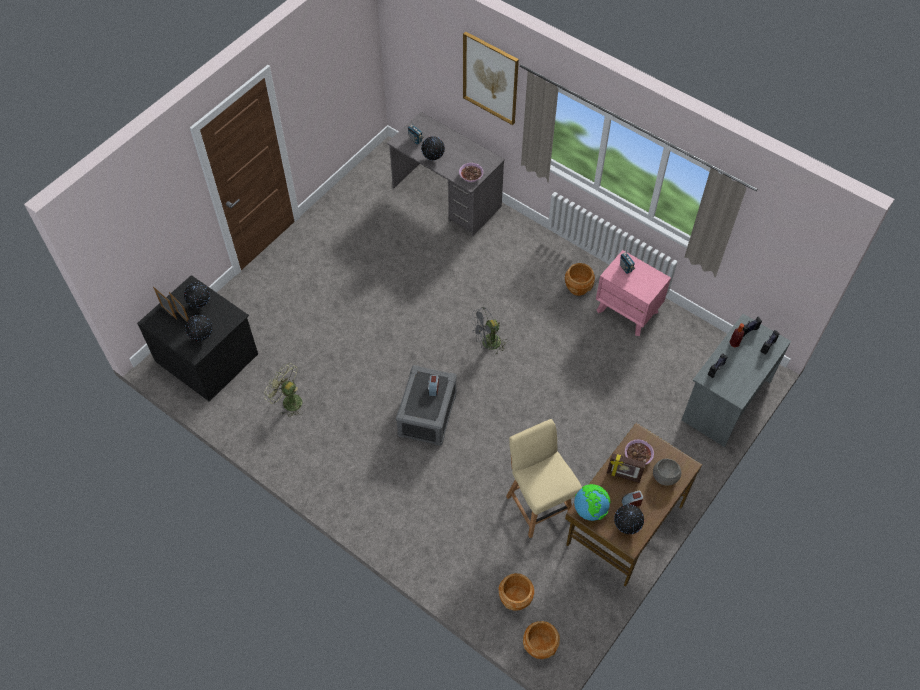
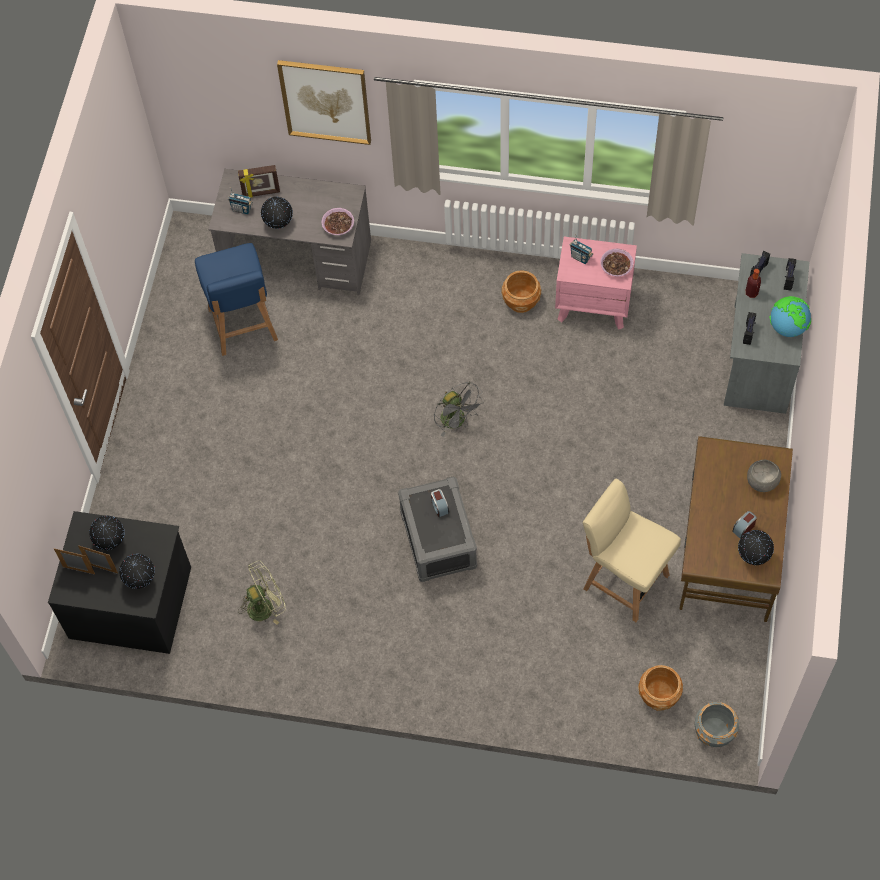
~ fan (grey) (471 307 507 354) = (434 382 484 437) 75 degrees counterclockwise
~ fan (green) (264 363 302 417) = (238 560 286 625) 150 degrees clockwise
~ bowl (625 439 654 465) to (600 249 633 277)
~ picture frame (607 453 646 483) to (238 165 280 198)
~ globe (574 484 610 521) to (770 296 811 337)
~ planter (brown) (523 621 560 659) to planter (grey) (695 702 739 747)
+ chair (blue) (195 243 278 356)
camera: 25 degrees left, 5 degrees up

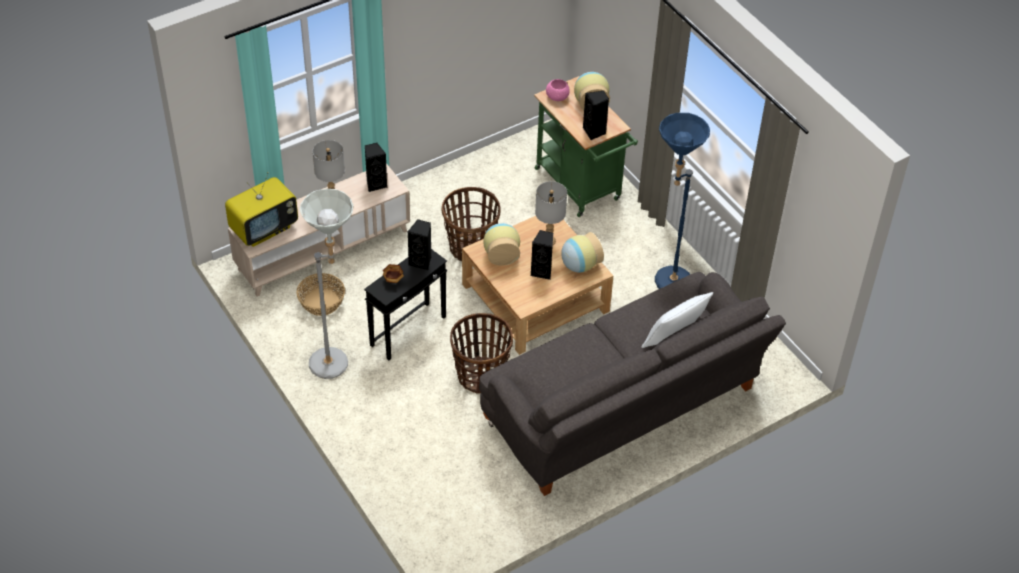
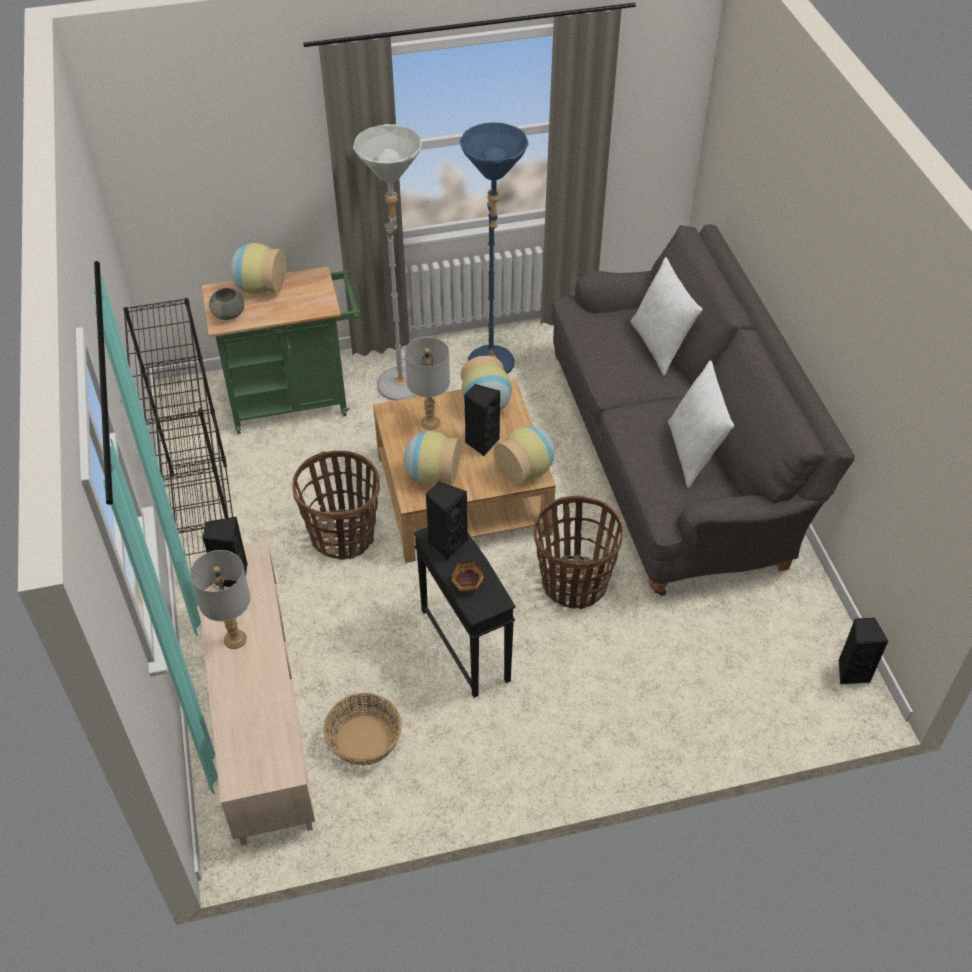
~ bowl (pink) (546 79 570 101) to bowl (grey) (209 288 244 320)
~ speaker (black) (583 91 609 140) to (839 618 889 684)
- television (225 172 298 247)
~ floor lamp (grey) (300 189 354 379) to (353 124 422 401)
+ bookcase (black) (123 298 233 570)
+ pillow (white) (668 360 734 488)
+ vase (494 426 555 485)
camera: 70 degrees left, 0 degrees up

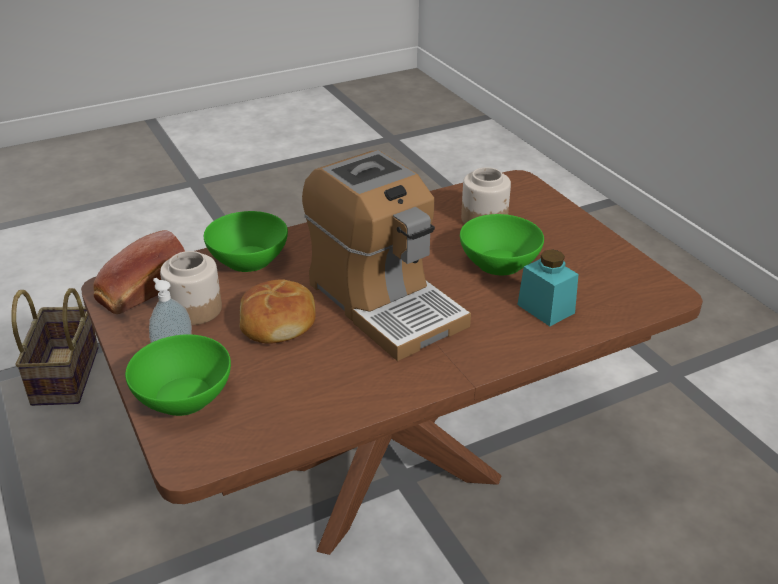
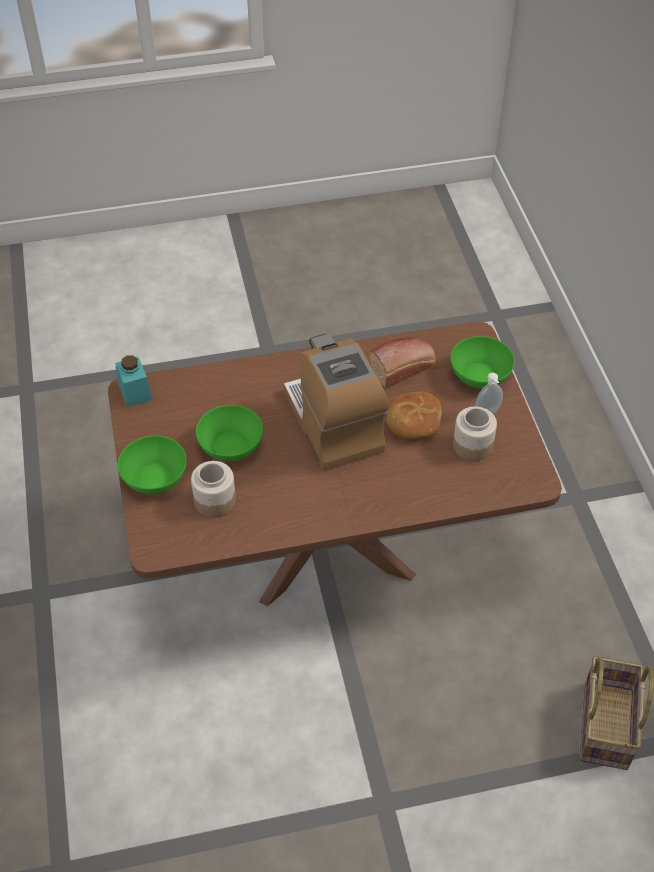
~ bowl (green) (204 211 288 272) to (118 435 187 494)
~ bread (93 230 185 314) to (369 337 436 388)
~ jar (turquoise) (517 249 579 326) to (115 356 152 408)
camera: 165 degrees left, 15 degrees up

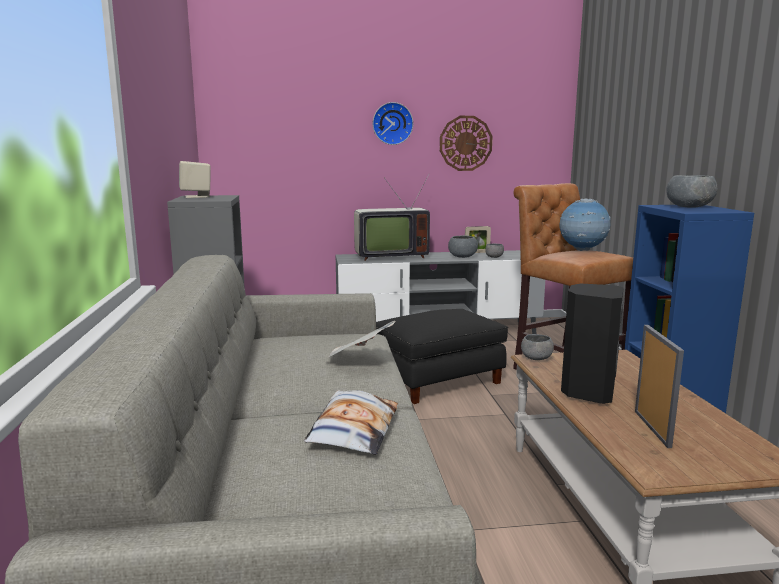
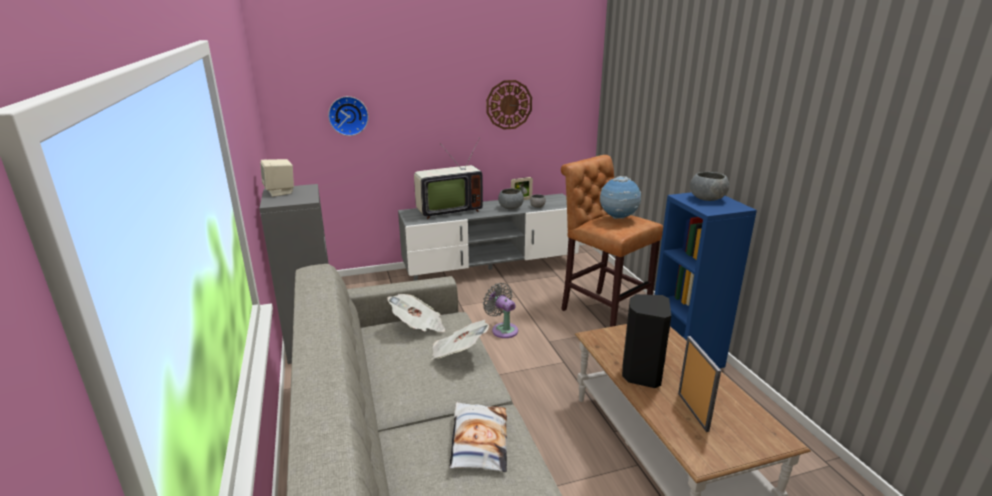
~ wall clock (373 102 413 145) to (328 96 369 136)
~ ottoman (black) (376 309 508 404) to fan (grey) (483 283 518 338)
- bowl (grey) (521 334 554 360)
+ newspaper (387 294 445 332)
camera: 10 degrees left, 10 degrees up

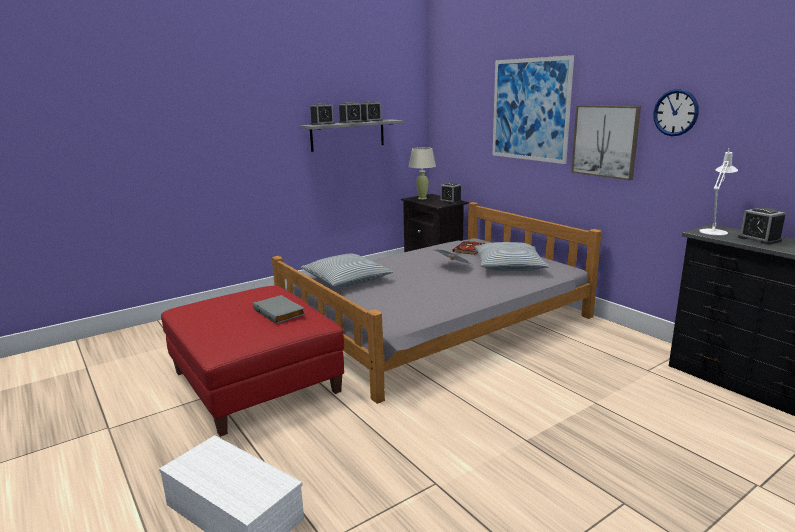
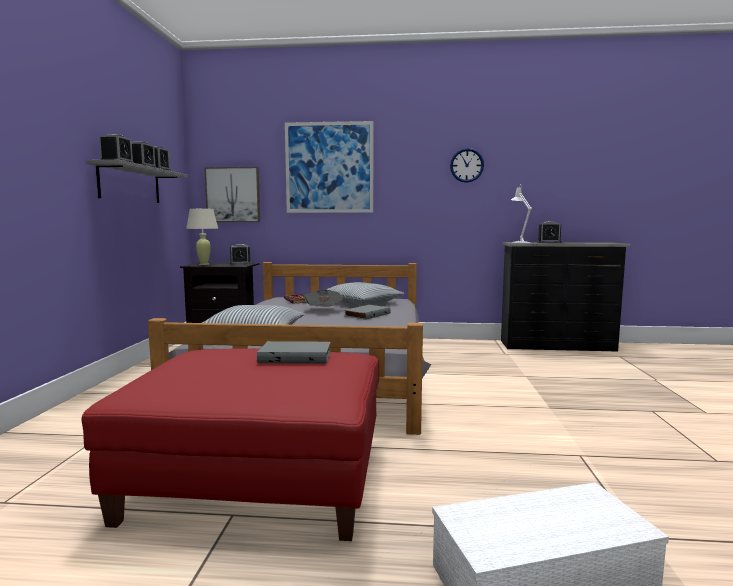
~ picture (571 105 641 180) to (204 167 260 222)
+ book (grey) (344 305 391 320)
camera: 50 degrees left, 10 degrees down

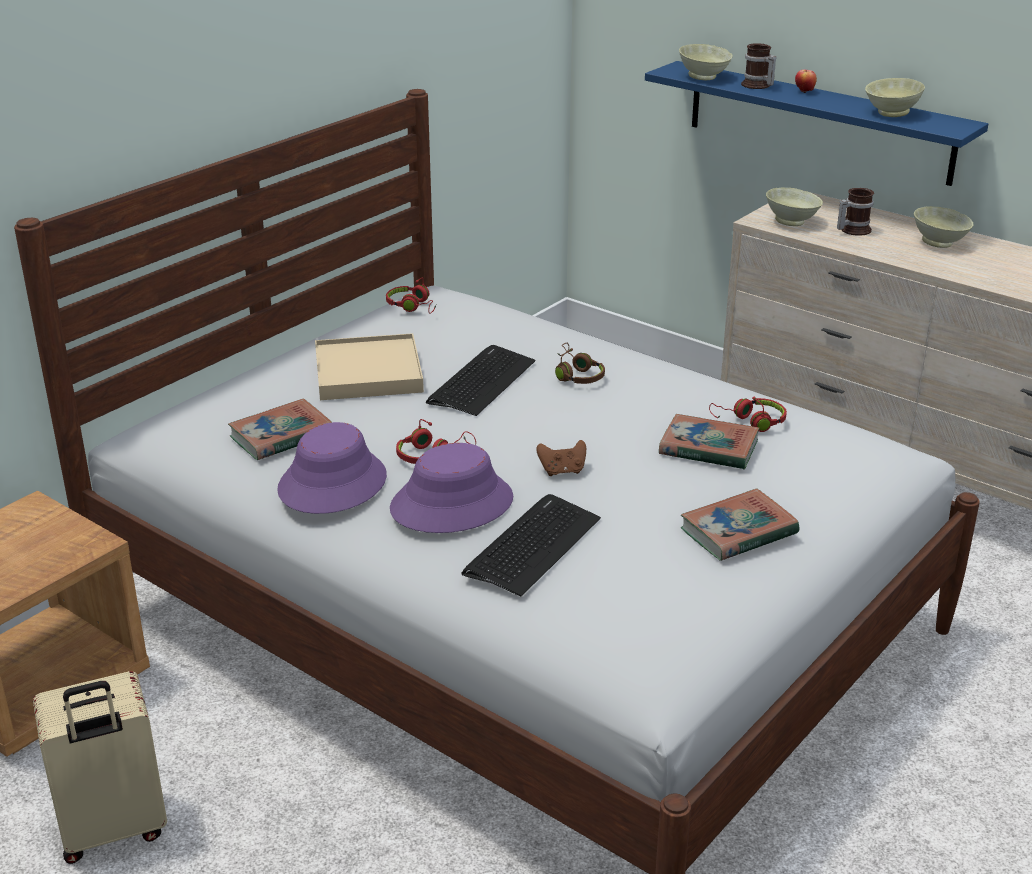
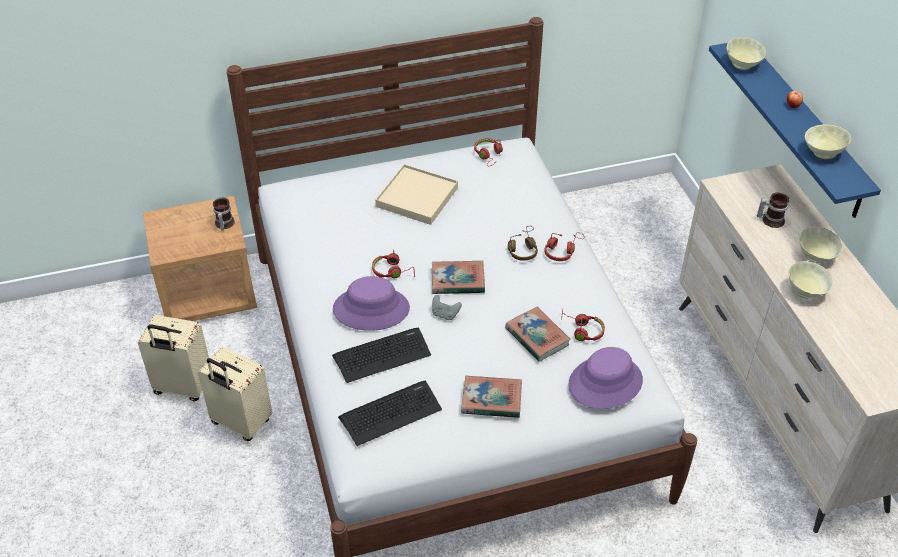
~ mug (741 43 777 89) to (213 198 235 230)
~ bowl (beige) (766 187 823 226) to (788 261 834 299)
~ keyboard (426 345 535 416) to (338 380 442 446)
~ book (228 399 332 460) to (432 261 485 294)
~ hat (purple) (277 422 387 514) to (568 347 643 409)
~ game controller (brown) (536 440 586 476) to game controller (grey) (432 295 462 320)
+ headphones (red) (544 232 584 261)
+ suitcase (beige) (198 347 273 441)
camera: 35 degrees right, 15 degrees up

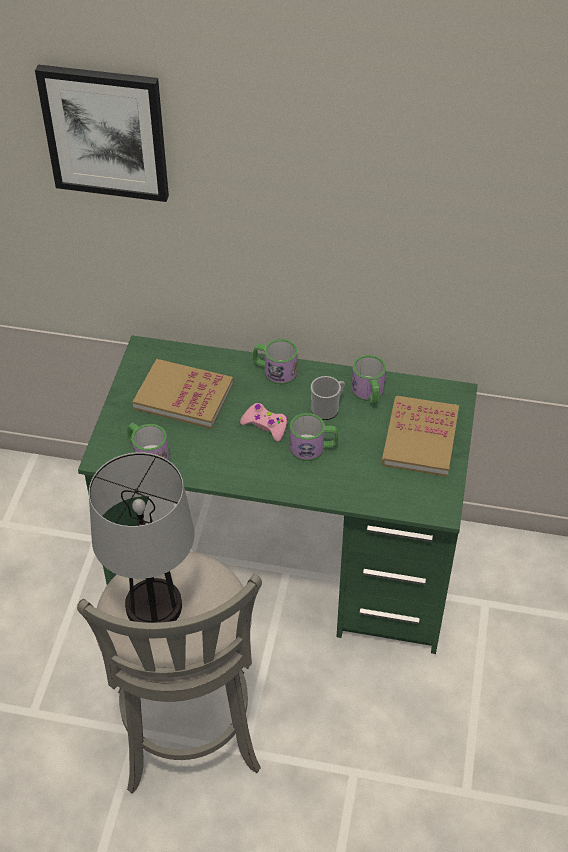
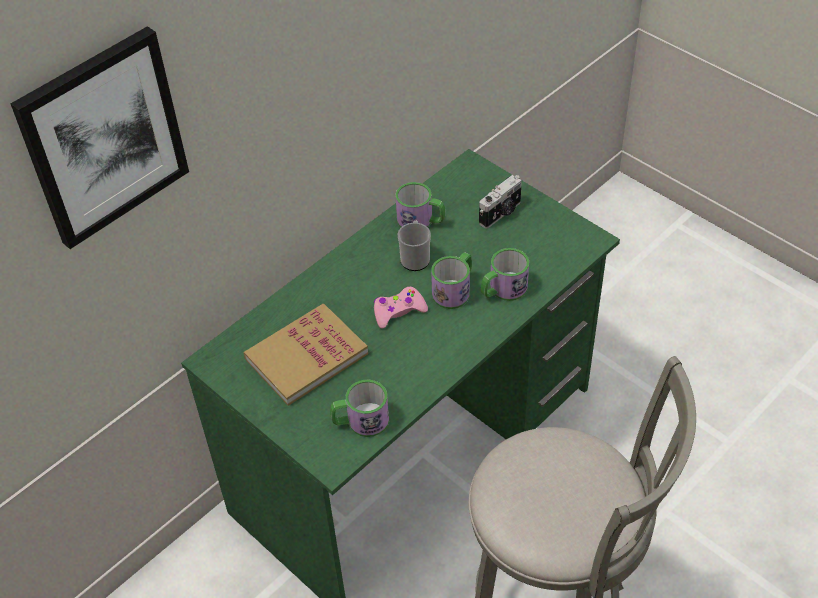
~ mug (253 339 298 385) to (481 248 529 301)
~ book (382 396 459 477) to photo camera (479 175 522 229)
- table lamp (89 452 195 623)
camera: 55 degrees left, 0 degrees up

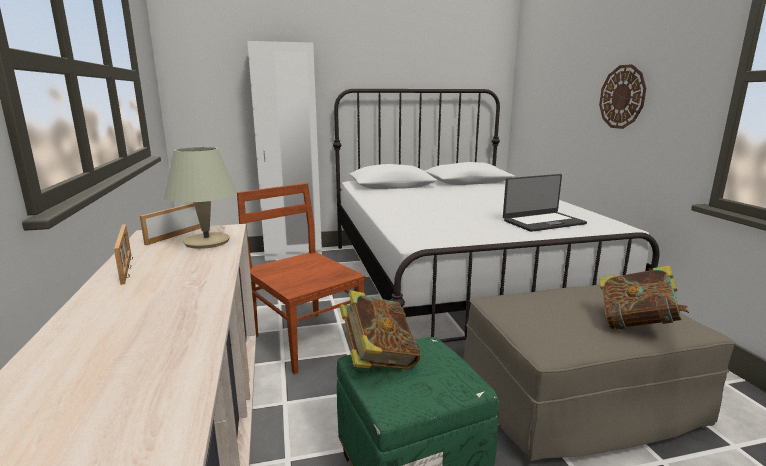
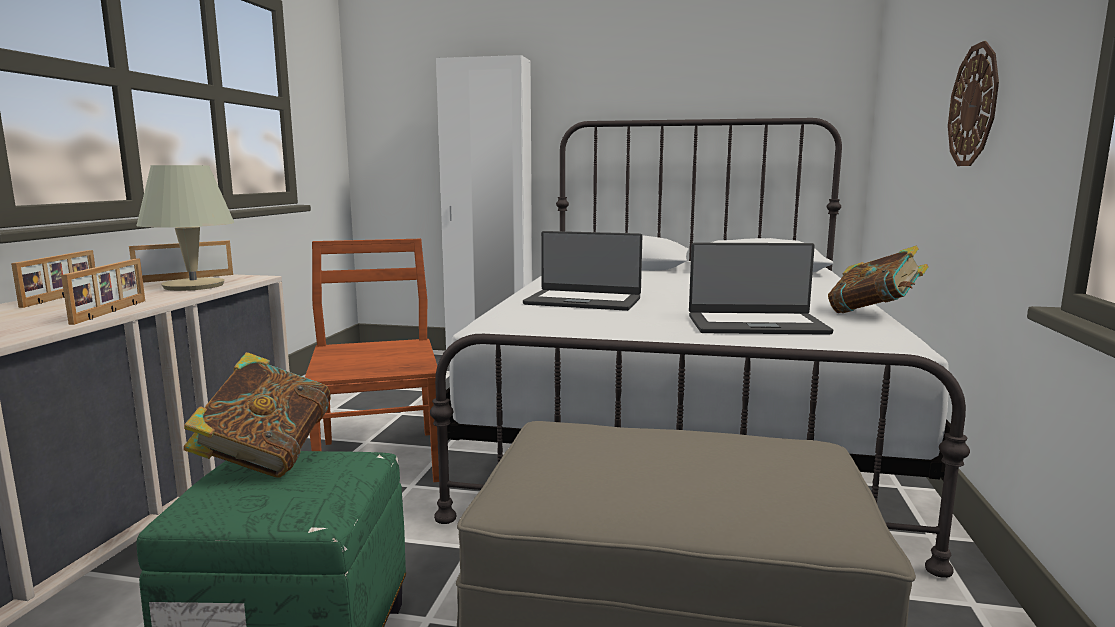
~ book (599 265 689 330) to (828 246 928 313)
+ laptop (523 231 642 311)
+ picture frame (61 259 145 325)
camera: 25 degrees right, 5 degrees down

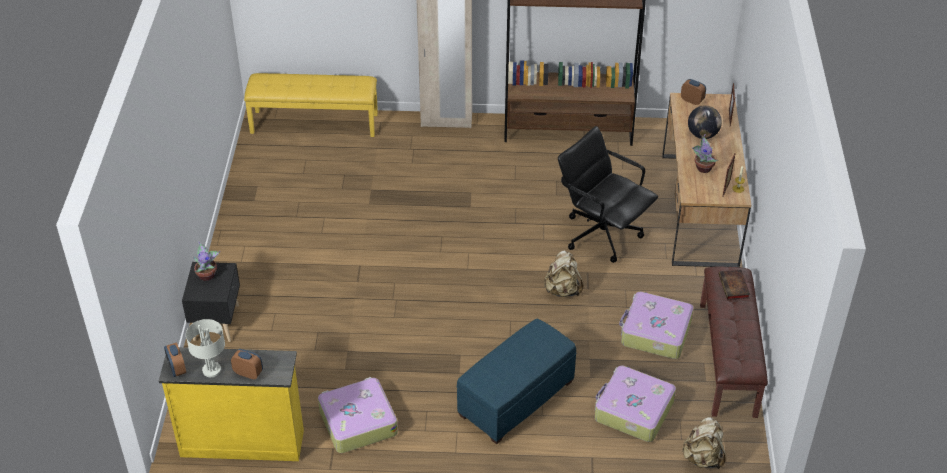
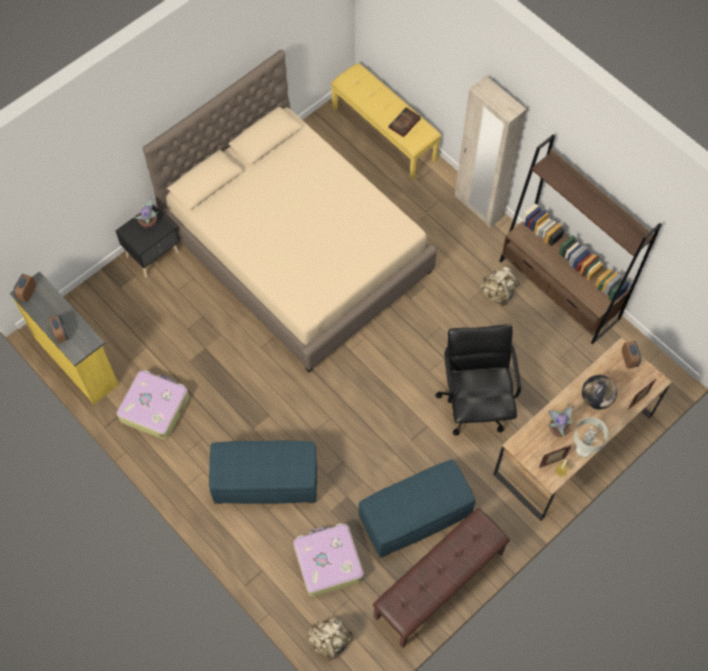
~ backpack (beige) (544 251 583 297) to (480 267 520 306)
~ book (719 270 750 300) to (389 107 421 137)
~ suitcase (619 292 694 359) to ottoman (blue) (359 459 475 558)
~ table lamp (grey) (186 319 225 377) to (574 417 608 457)
+ bed (beige) (143 50 437 372)
camera: 45 degrees right, 20 degrees up

